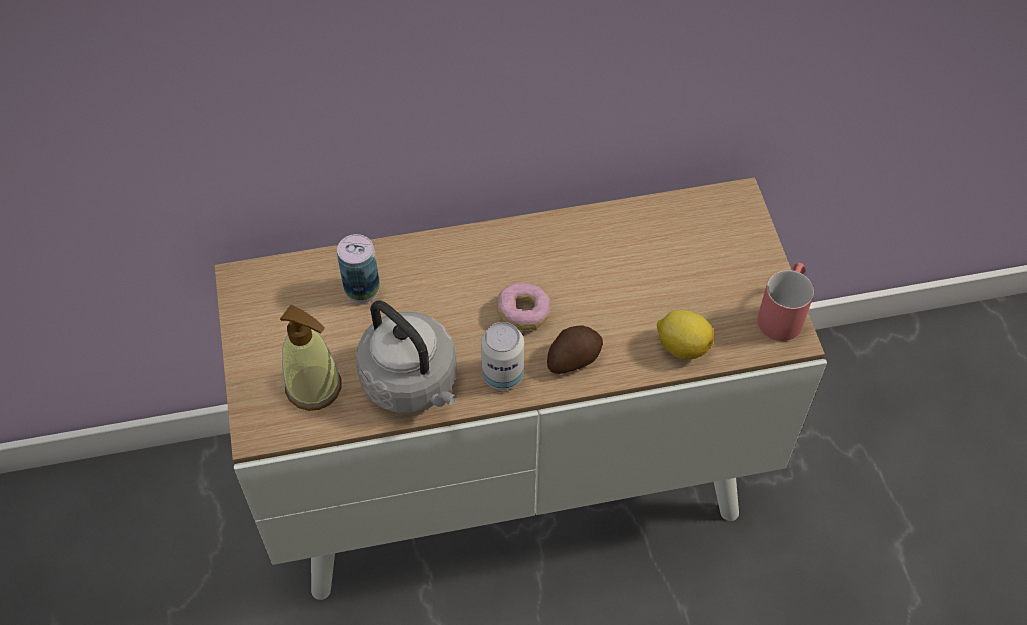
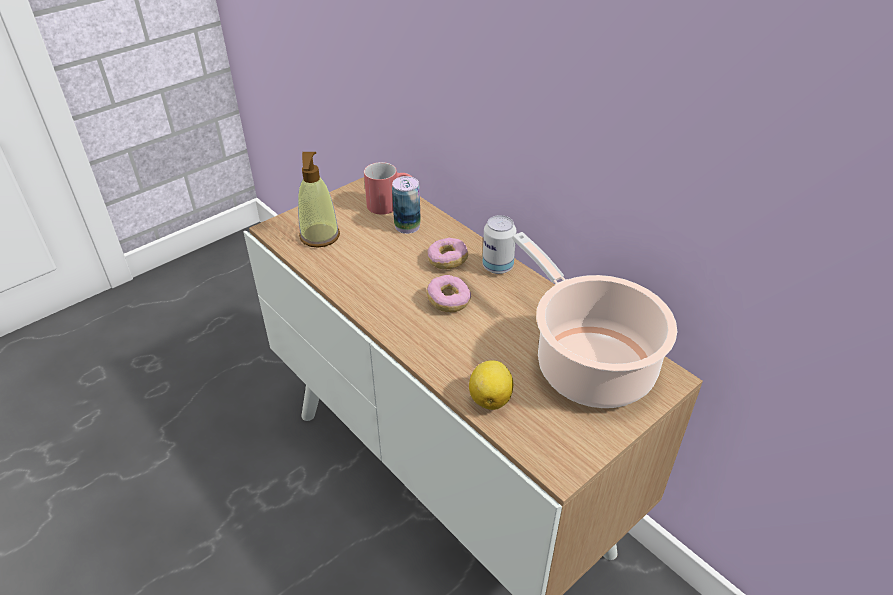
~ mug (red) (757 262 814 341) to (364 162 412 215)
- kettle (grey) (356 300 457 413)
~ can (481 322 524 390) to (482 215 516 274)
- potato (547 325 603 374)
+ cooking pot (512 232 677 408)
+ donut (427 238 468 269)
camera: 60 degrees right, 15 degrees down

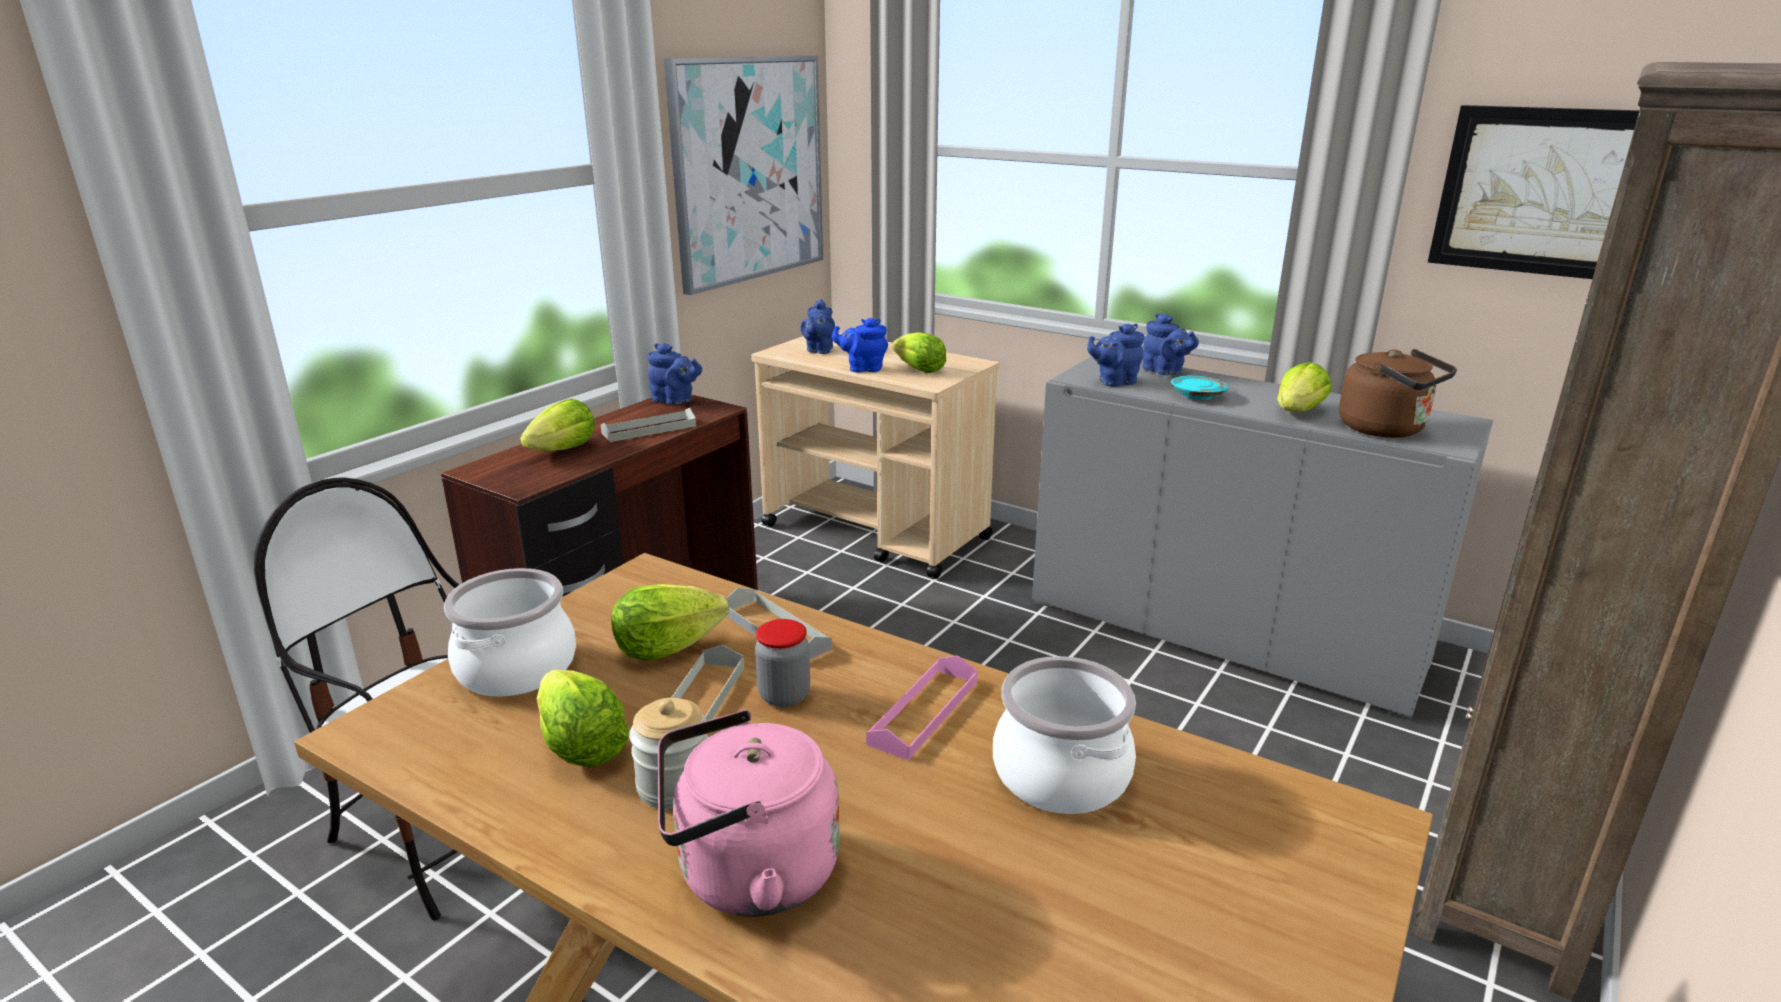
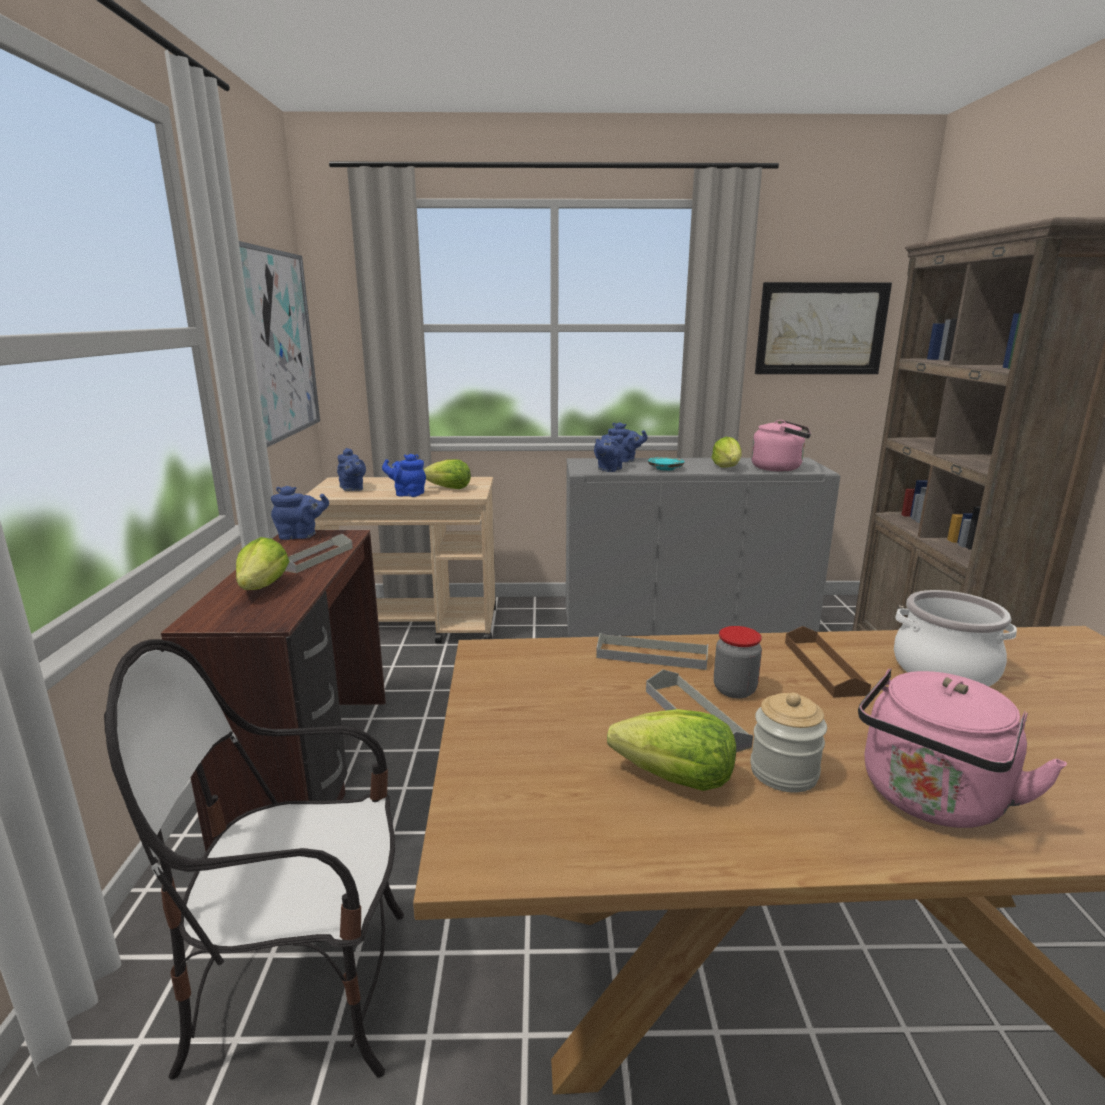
~ teapot (blue) (832 318 888 373) = (382 454 426 497) 45 degrees clockwise
~ kettle (brown) (1339 349 1457 438) to kettle (pink) (751 420 811 472)
- cooking pot (444 568 576 697)
- lettuce (611 584 729 661)
~ tray (pink) (866 656 977 760) to tray (brown) (785 626 871 697)
camera: 35 degrees left, 5 degrees down

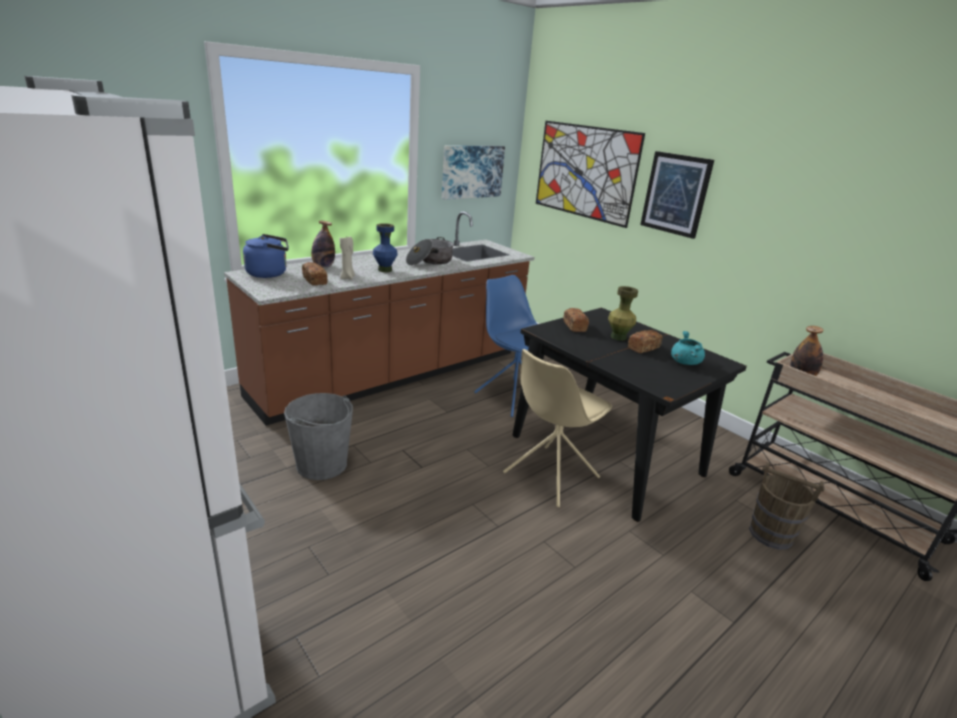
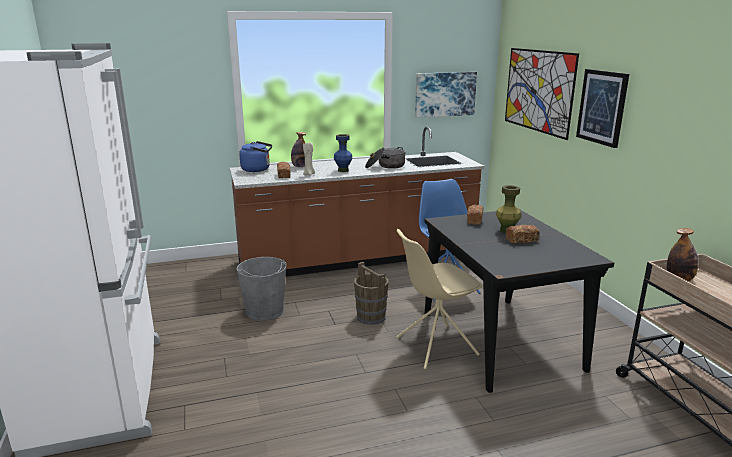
- cooking pot (turquoise) (671 331 705 365)
~ bucket (brown) (749 462 825 550) to (354 262 389 325)
camera: 25 degrees right, 5 degrees down

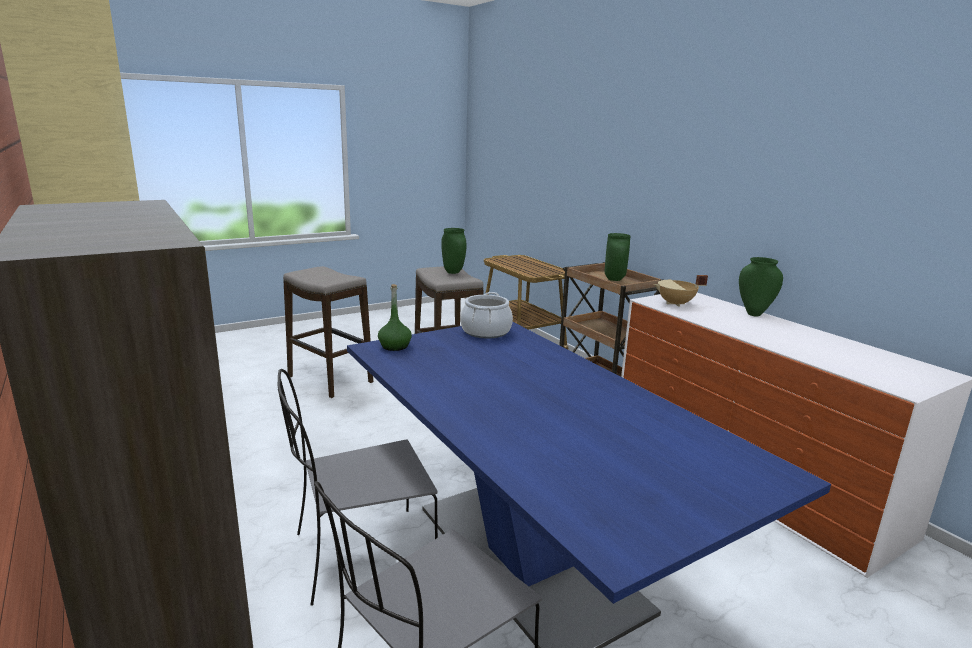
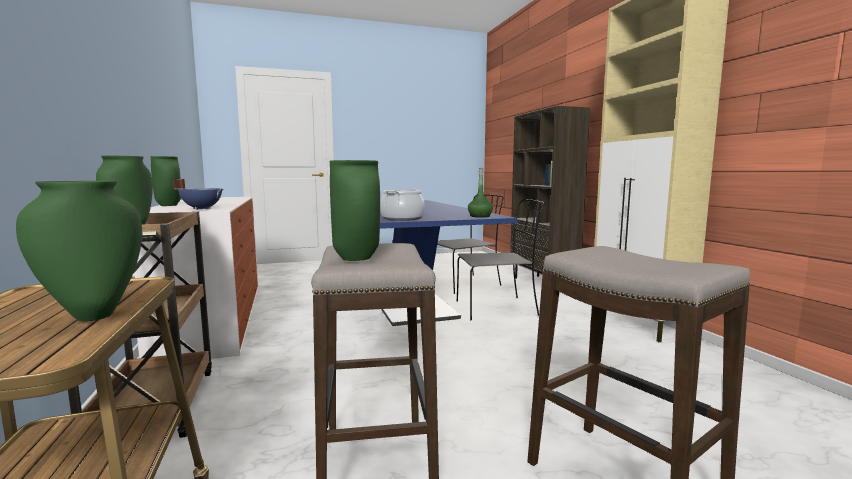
~ cooking pot (beige) (654 275 708 307) to cooking pot (blue) (173 179 223 210)
+ vase (green) (16 181 143 321)
camera: 165 degrees left, 10 degrees down

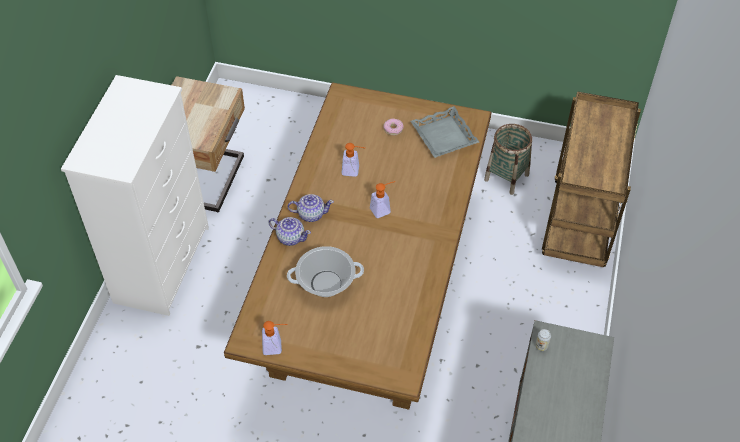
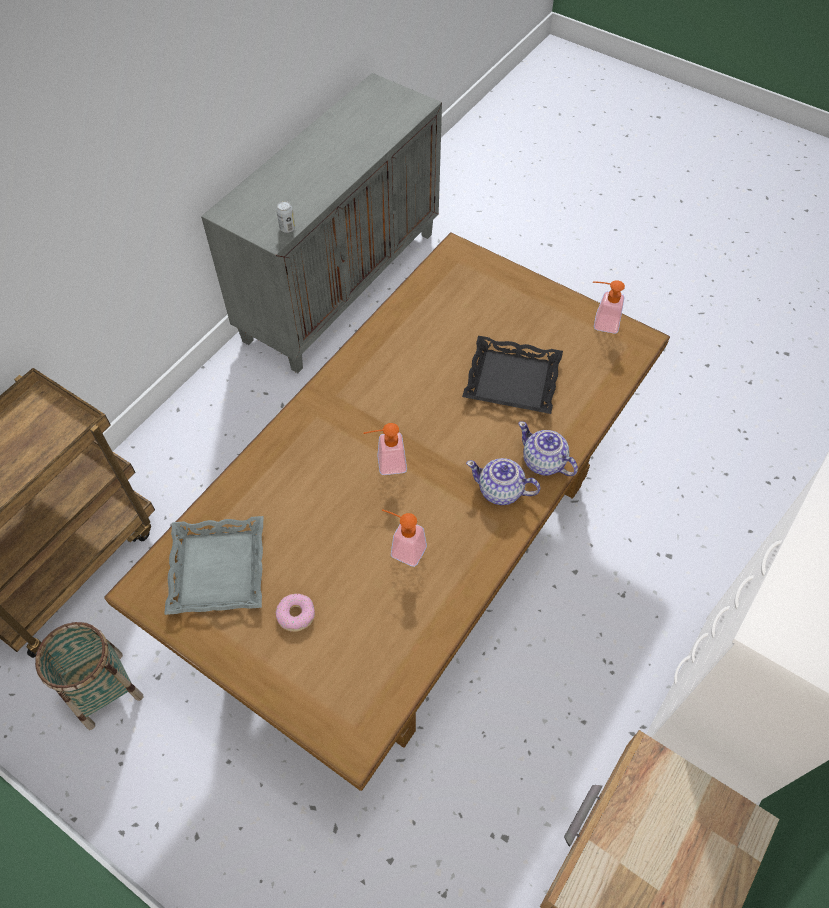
~ cooking pot (287 246 364 297) to tray (black) (462 336 563 414)
camera: 160 degrees left, 5 degrees up

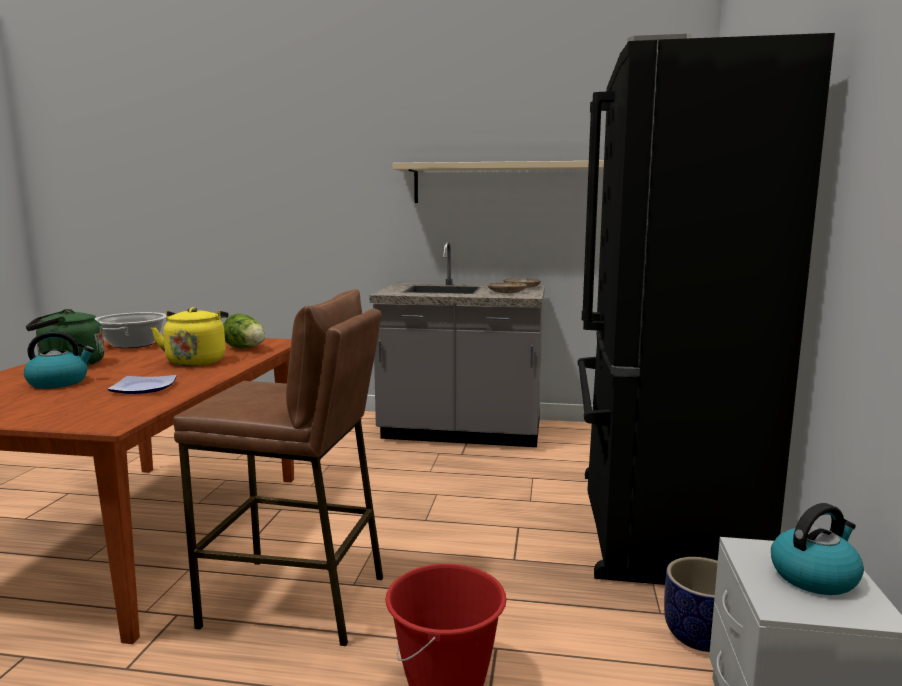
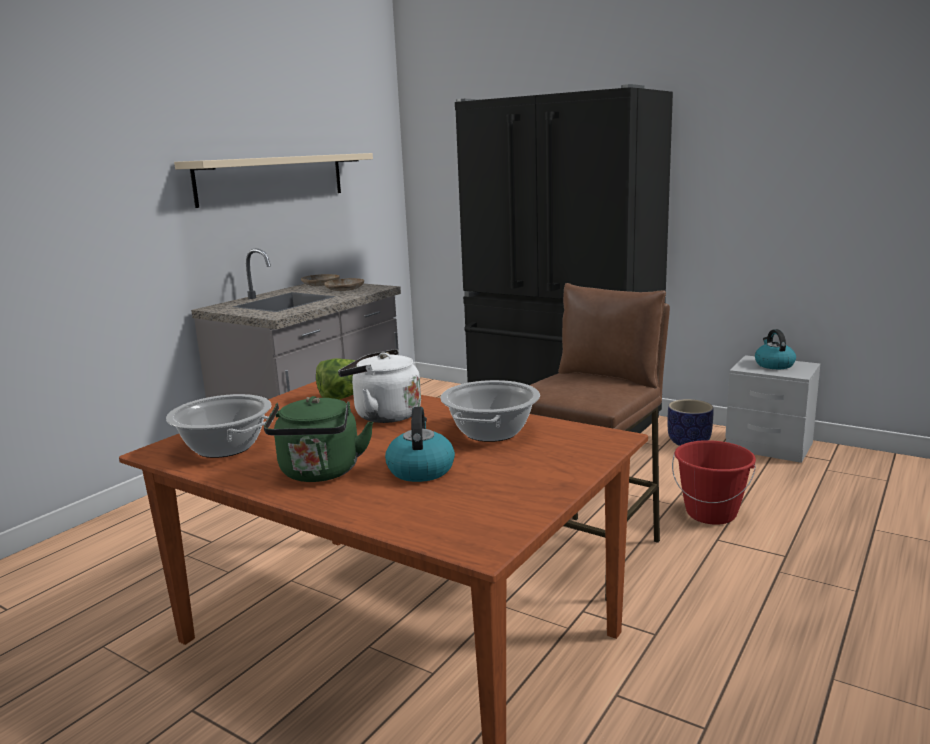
~ kettle (yellow) (151 307 229 366) to kettle (white) (338 349 421 423)
~ plate (107 375 177 394) to cooking pot (440 380 540 442)
camera: 65 degrees left, 5 degrees up

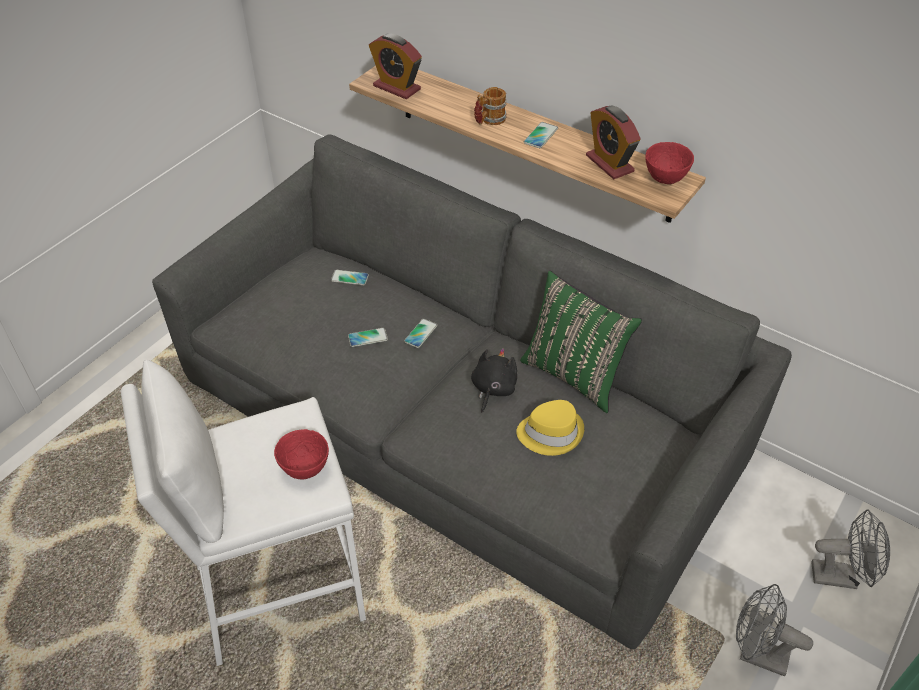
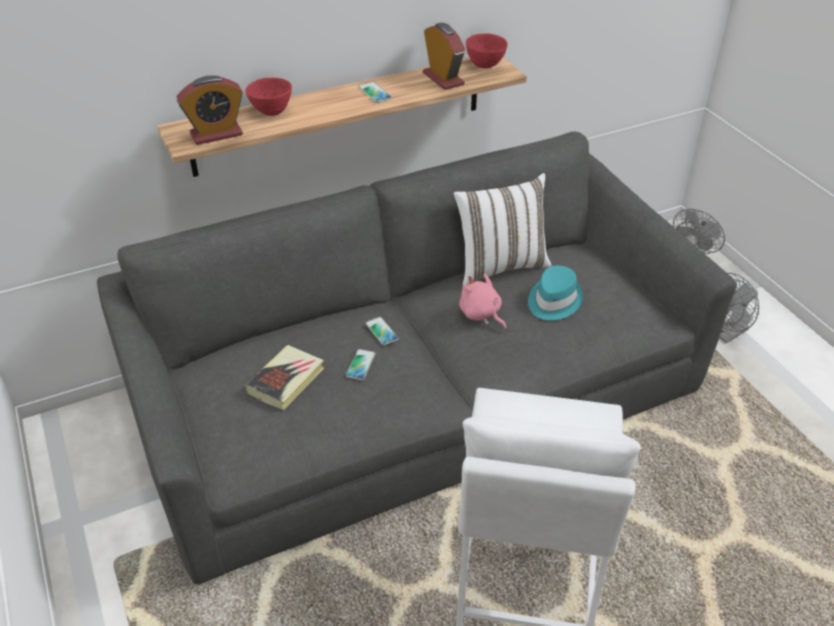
- mug (474 87 507 125)
~ alarm clock (586 105 641 179) = (423 23 465 90) 120 degrees counterclockwise
- phone (331 270 369 285)
~ pillow (green) (520 271 642 413) to pillow (white) (453 173 552 286)
~ plush toy (black) (471 348 517 413) to plush toy (pink) (459 273 506 330)
~ hat (yellow) (516 400 584 456) to hat (turquoise) (528 266 583 320)
~ bowl (red) (274 429 329 479) to (245 78 292 116)
+ book (245 345 324 410)
camera: 60 degrees left, 5 degrees down

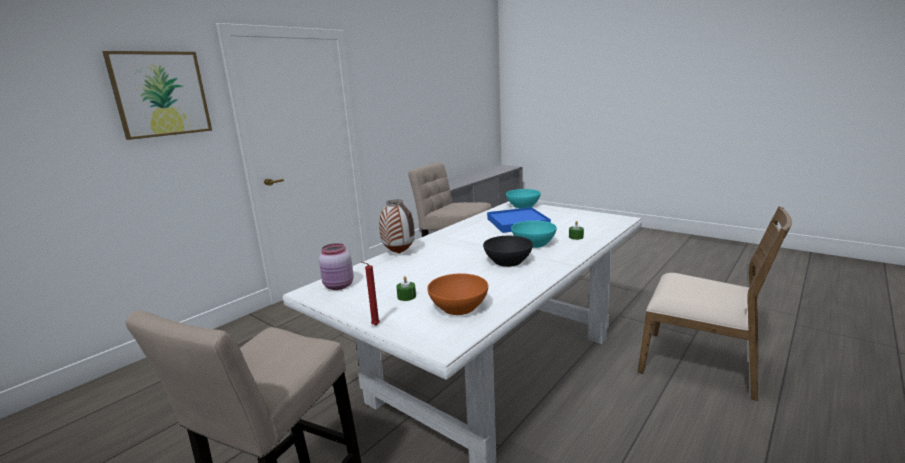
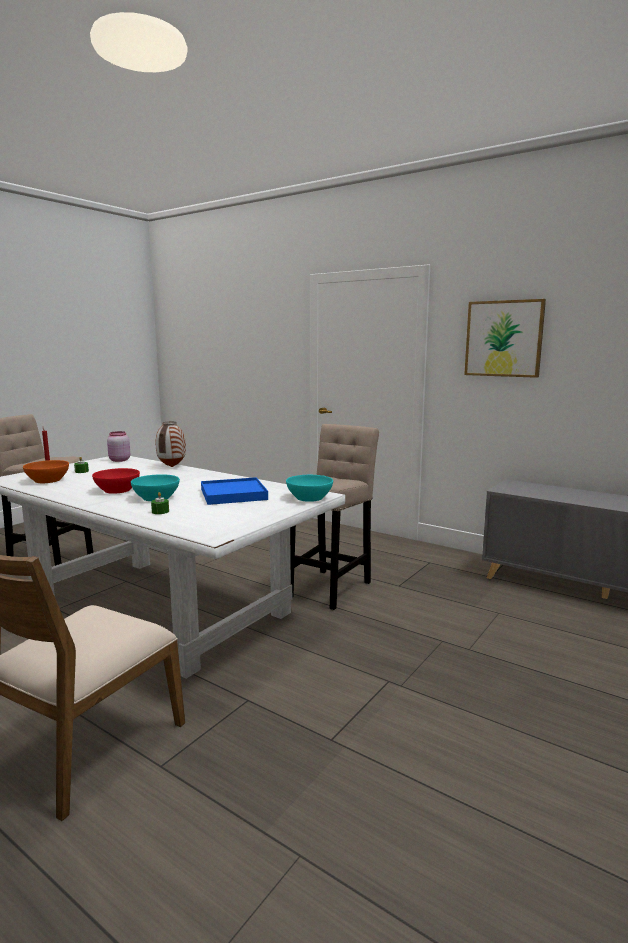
~ picture (102 51 212 140) to (464 299 546 378)
~ bowl (black) (483 236 533 267) to bowl (red) (92 468 140 494)
camera: 85 degrees right, 5 degrees down

